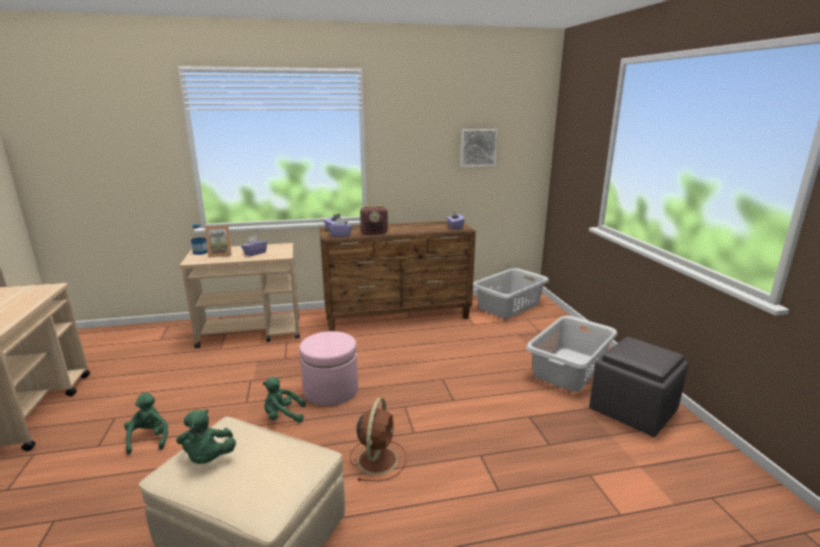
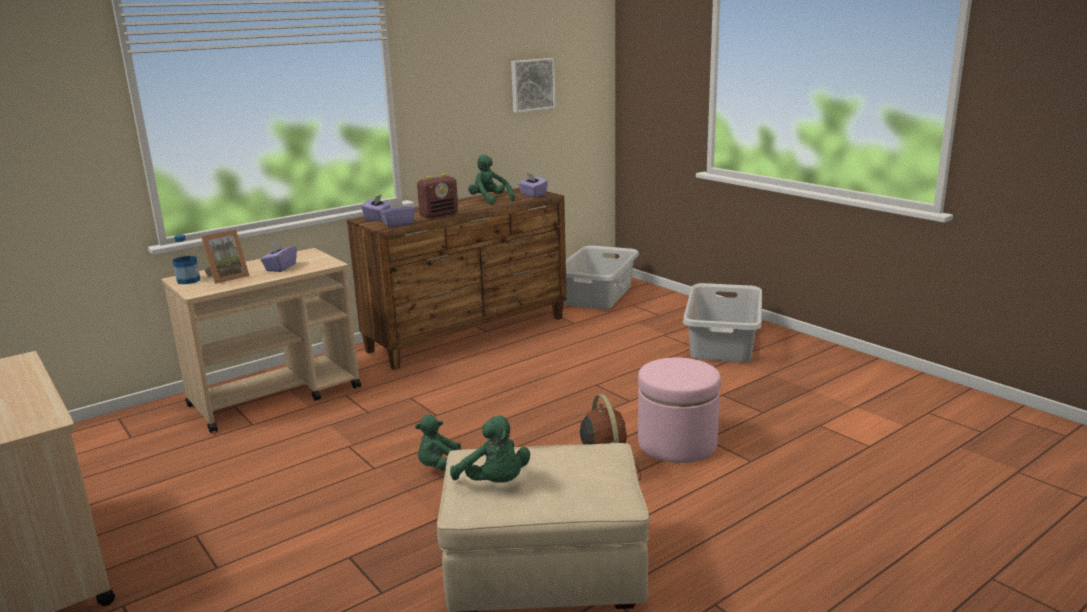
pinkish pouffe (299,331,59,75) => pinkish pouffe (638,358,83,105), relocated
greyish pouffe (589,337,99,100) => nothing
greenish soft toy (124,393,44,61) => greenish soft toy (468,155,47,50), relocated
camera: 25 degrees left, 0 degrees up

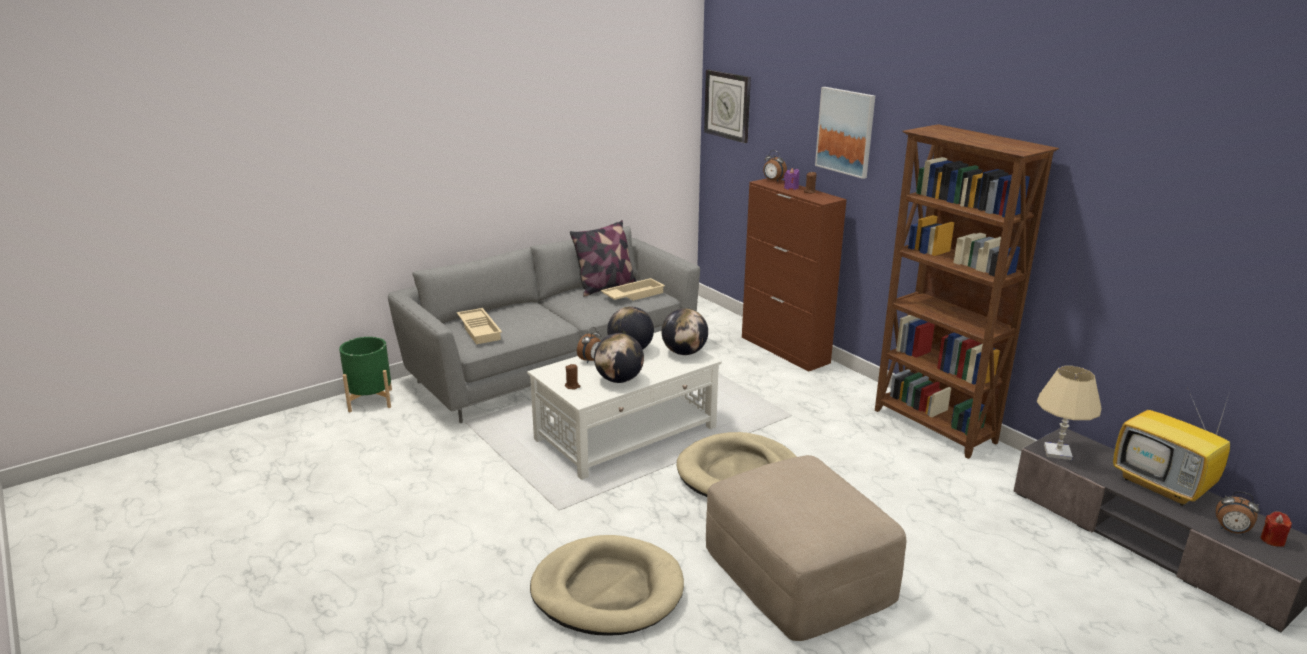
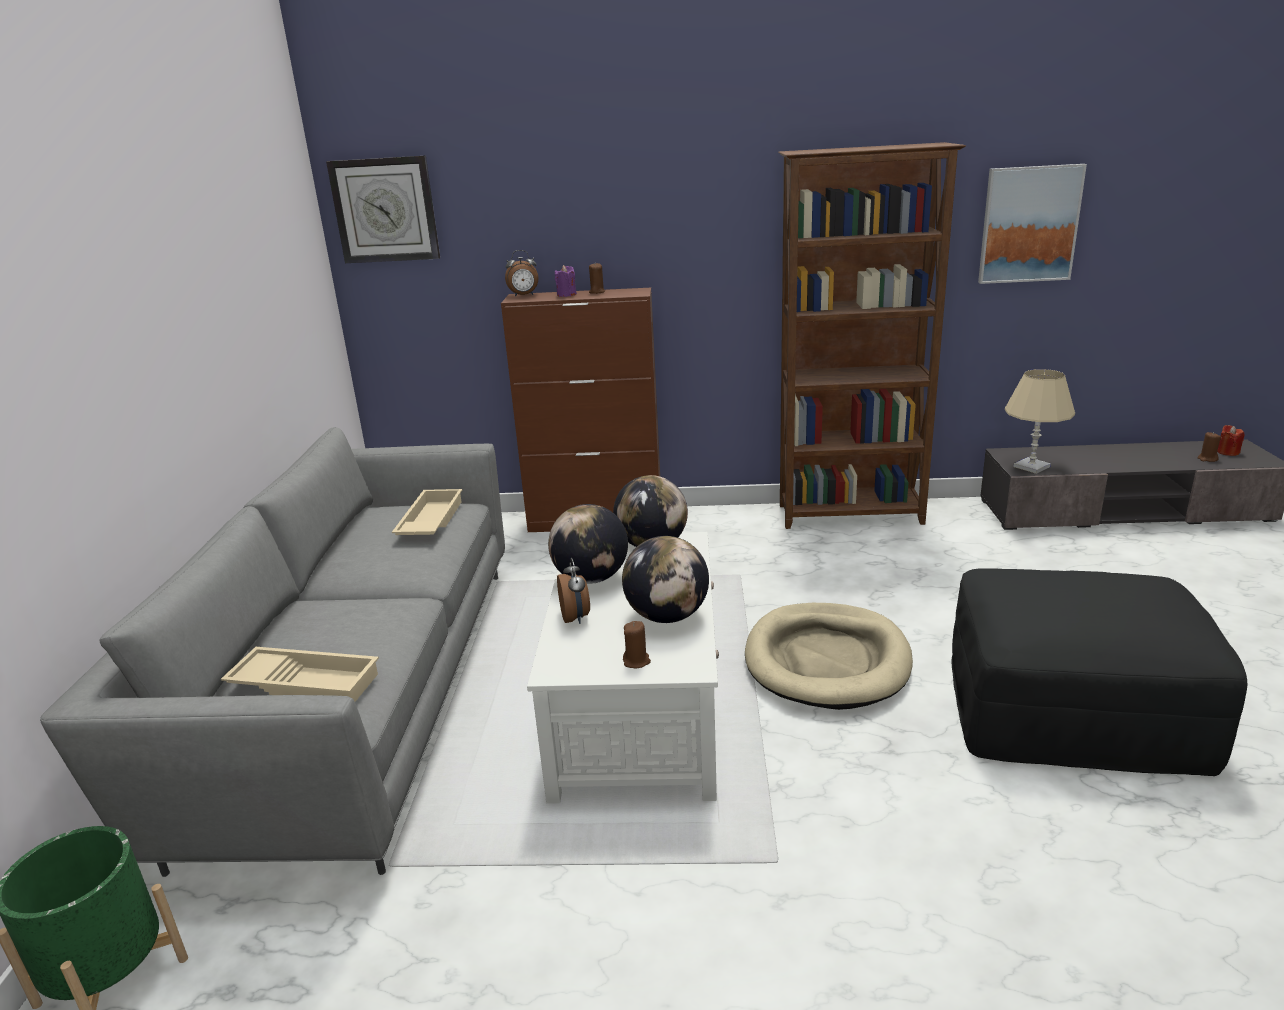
wall art (815,87,60,92) => wall art (978,164,109,120), relocated
cushion (570,220,67,77) => nothing
television (1113,394,117,112) => nothing
beige pouffe (706,455,201,186) => blackish pouffe (952,568,296,208)
alarm clock (1216,491,43,44) => brownish candle (1197,432,24,30)
beige pet bed (530,535,154,100) => nothing
camera: 50 degrees left, 0 degrees up

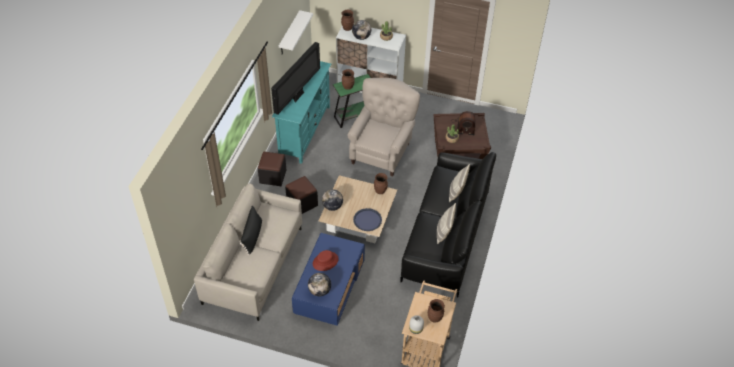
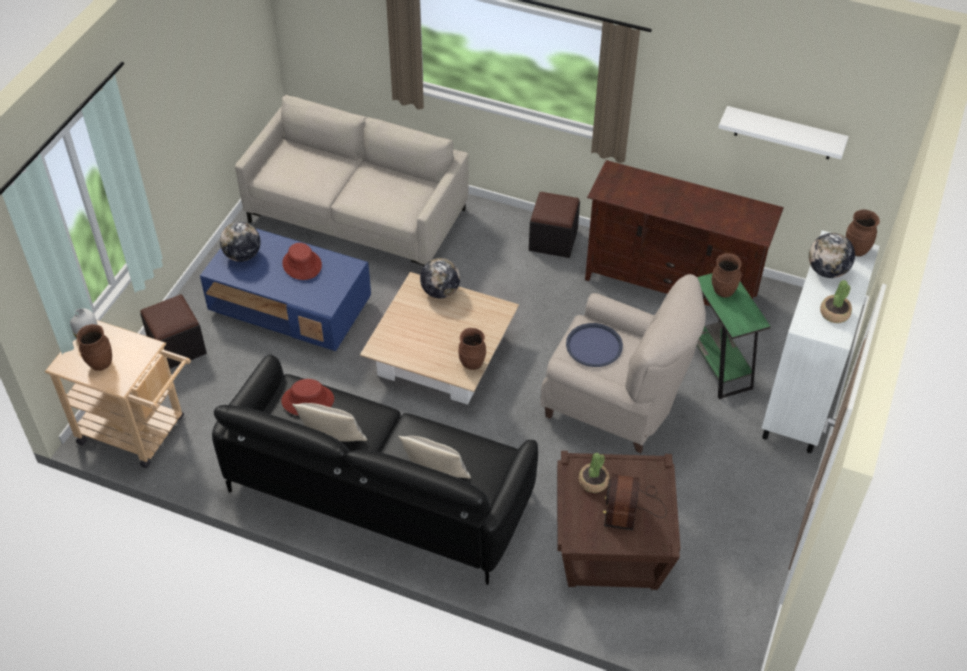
television (271,42,49,73) => nothing
turquoise tv stand (272,61,59,103) => brownish tv stand (585,160,199,146)
blackish pouffe (285,176,33,38) => blackish pouffe (140,295,67,73), relocated
blackish cushion (240,206,22,50) => nothing
blue-coloured serving tray (353,208,29,23) => blue-coloured serving tray (566,323,57,44), relocated
nothing => reddish hat (281,379,53,37)
camera: 95 degrees right, 0 degrees up

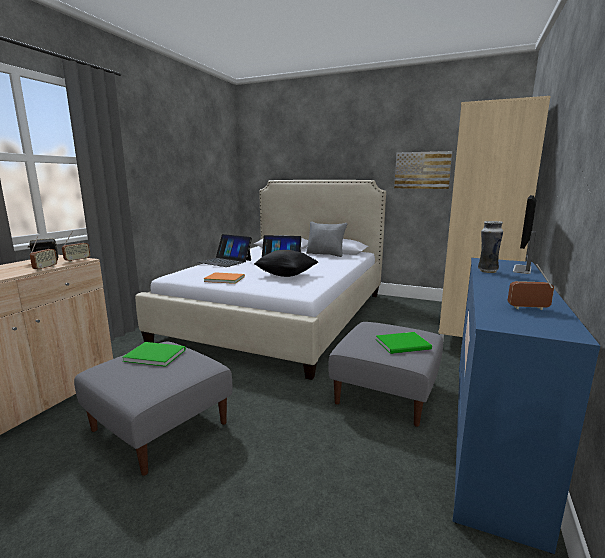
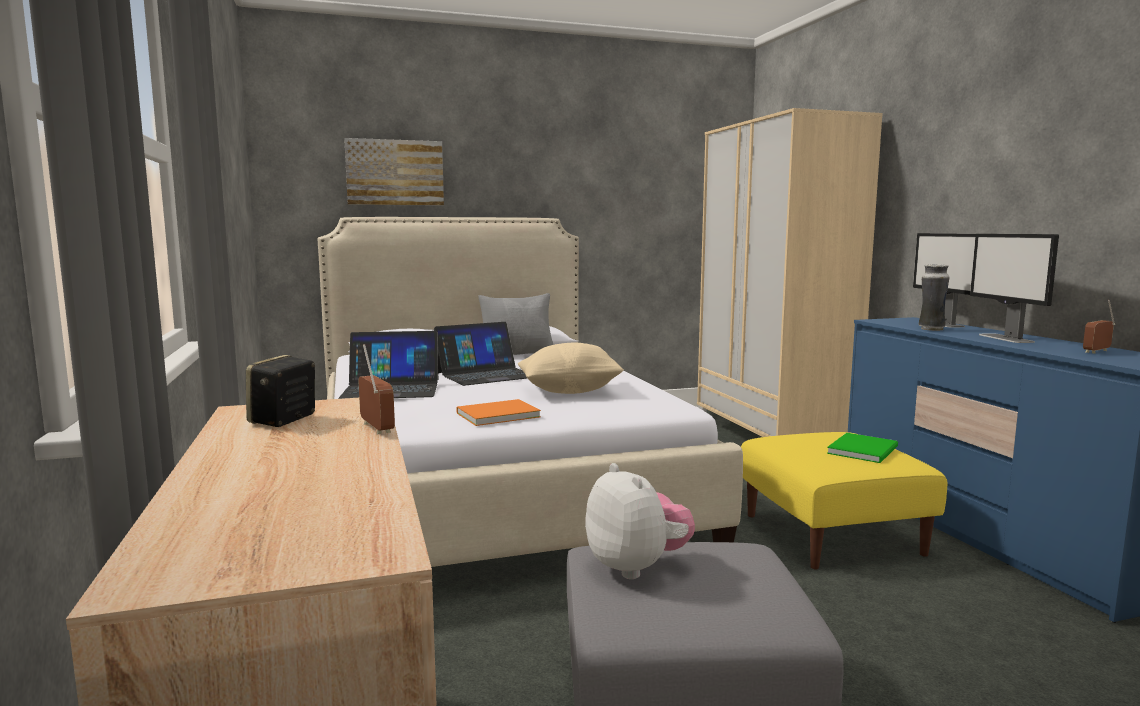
wall art (394,151,58,38) => wall art (344,138,100,68), relocated
radio (62,231,28,31) => nothing
blackish cushion (254,250,64,27) => beige cushion (518,343,106,51)
greyish pouffe (329,322,114,105) => yellow-coloured pouffe (741,432,206,137)
greenish bound book (123,342,63,25) => soft toy (585,463,110,116)
nothing => computer display (970,234,89,109)
camera: 40 degrees left, 5 degrees down

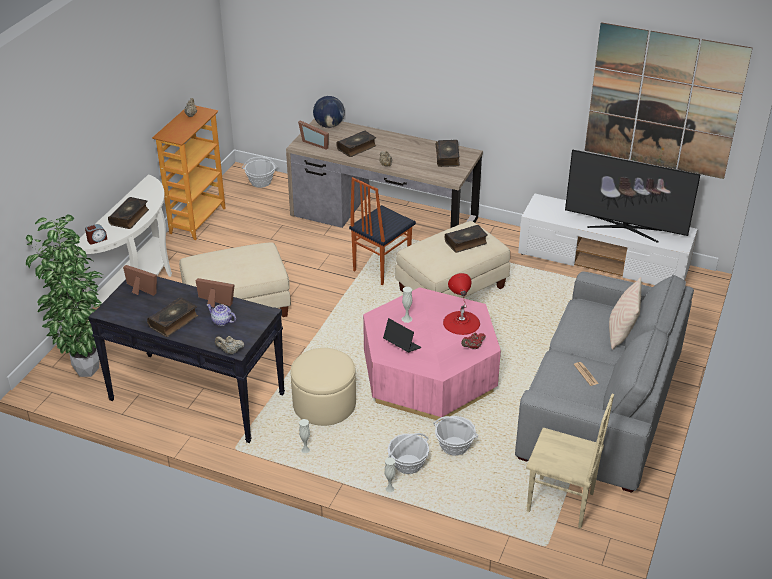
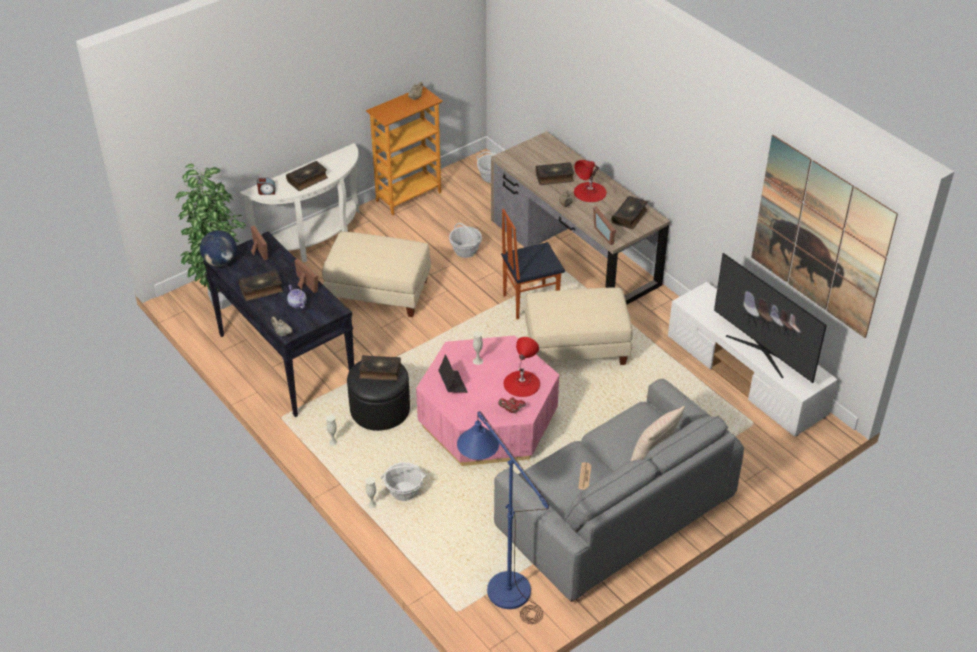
globe (313,96,32,32) => globe (200,230,37,37), relocated
standing frame (298,120,31,30) => standing frame (593,206,23,39), relocated
bound book (445,225,43,28) => bound book (359,355,42,26), relocated
beige pouffe (290,348,66,78) => blackish pouffe (347,356,63,75)
beige chair (526,394,88,134) => blue-coloured standard lamp (457,411,92,213)
basket (434,416,44,40) => basket (449,223,33,35), relocated
nothing => reddish table lamp (574,160,33,42)
camera: 30 degrees right, 5 degrees up

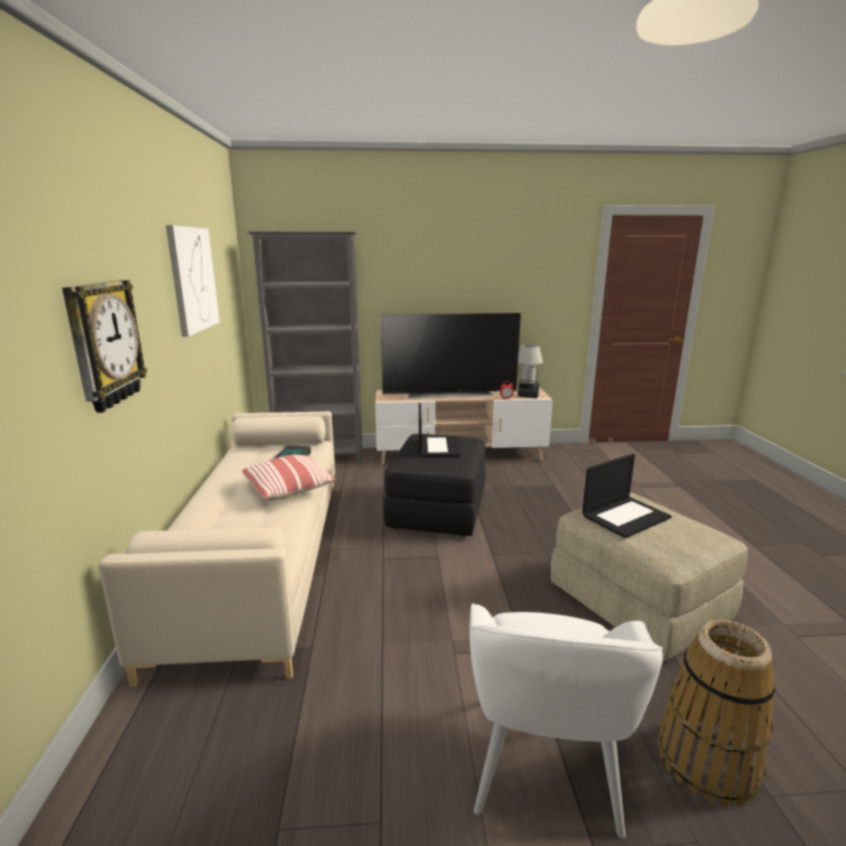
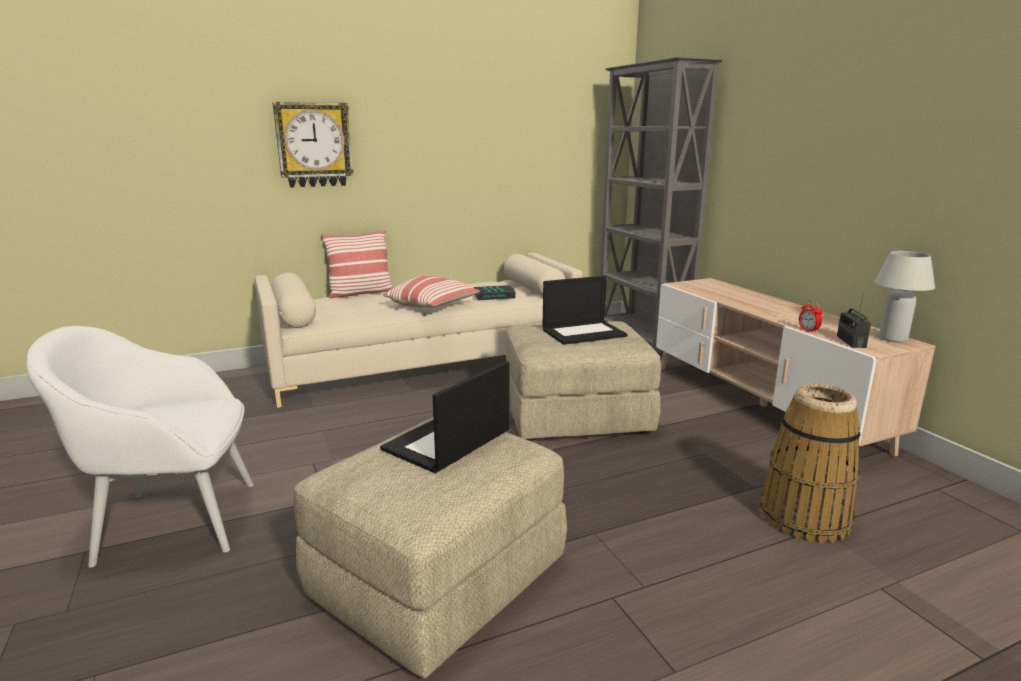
wall art (166,225,54,112) => nothing
television (381,313,140,85) => nothing
blackish pouffe (383,434,102,103) => beige pouffe (506,321,155,120)
portable computer (582,454,90,84) => portable computer (380,361,130,112), 90 degrees clockwise
basket (658,620,117,186) => basket (760,384,101,159), relocated
nothing => cushion (321,230,73,68)
camera: 70 degrees right, 0 degrees up

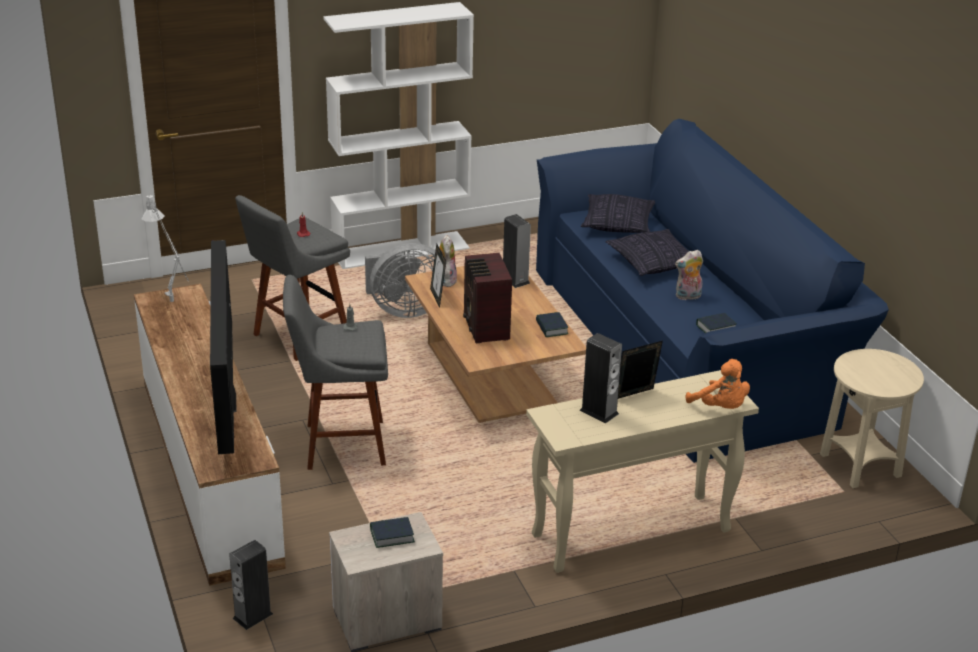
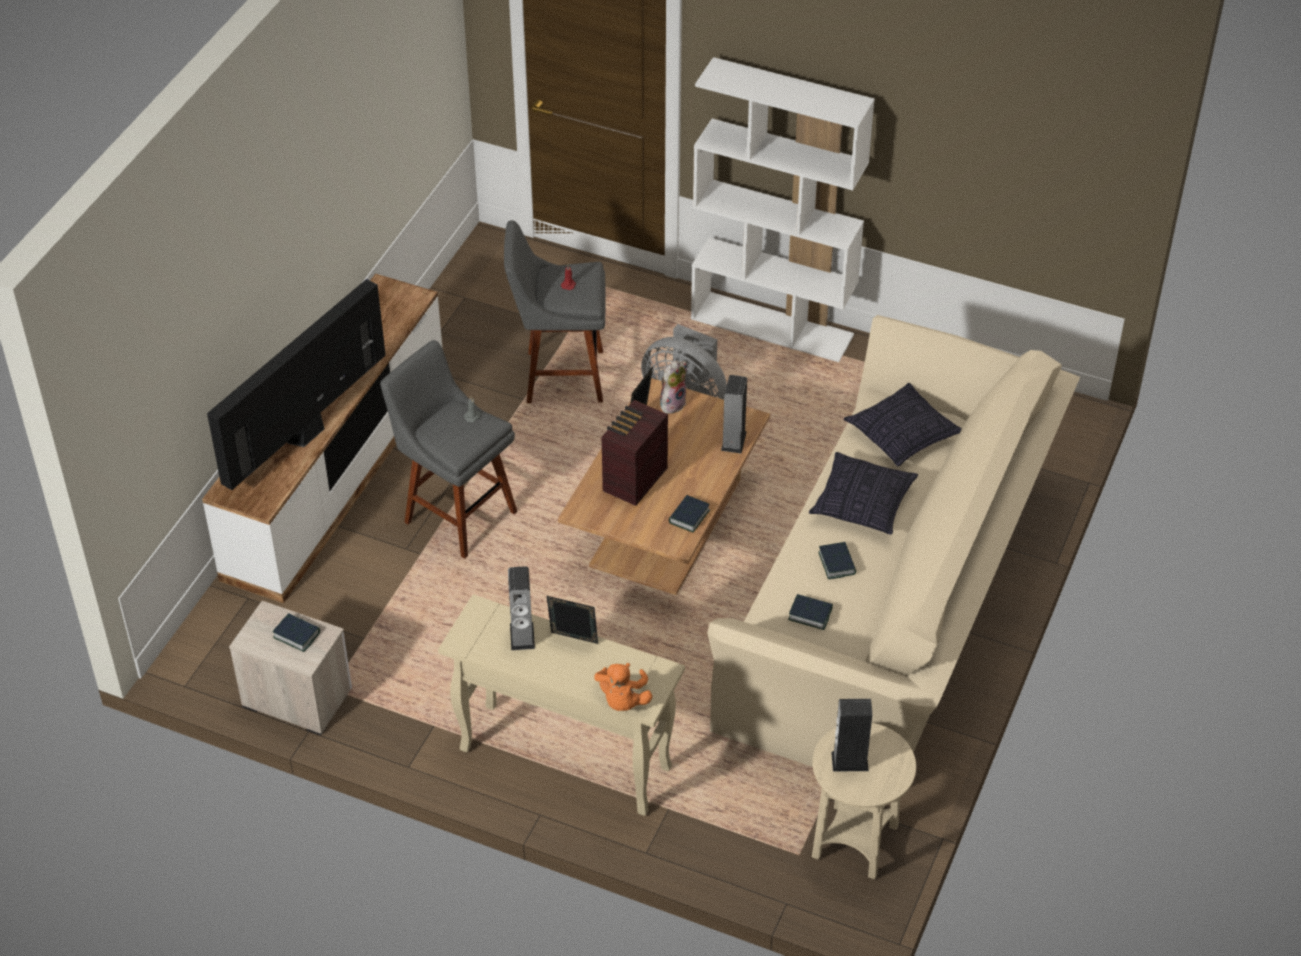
blue-coloured couch (536,119,353,344) => beige couch (707,315,373,452)
greyish table lamp (141,194,48,108) => nothing
soft toy (675,250,28,51) => bound book (818,542,38,37)
speaker (229,540,44,90) => speaker (831,699,41,73), relocated
camera: 45 degrees right, 15 degrees up

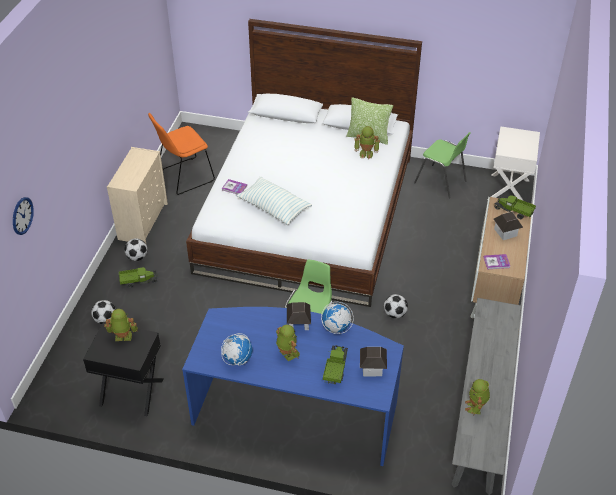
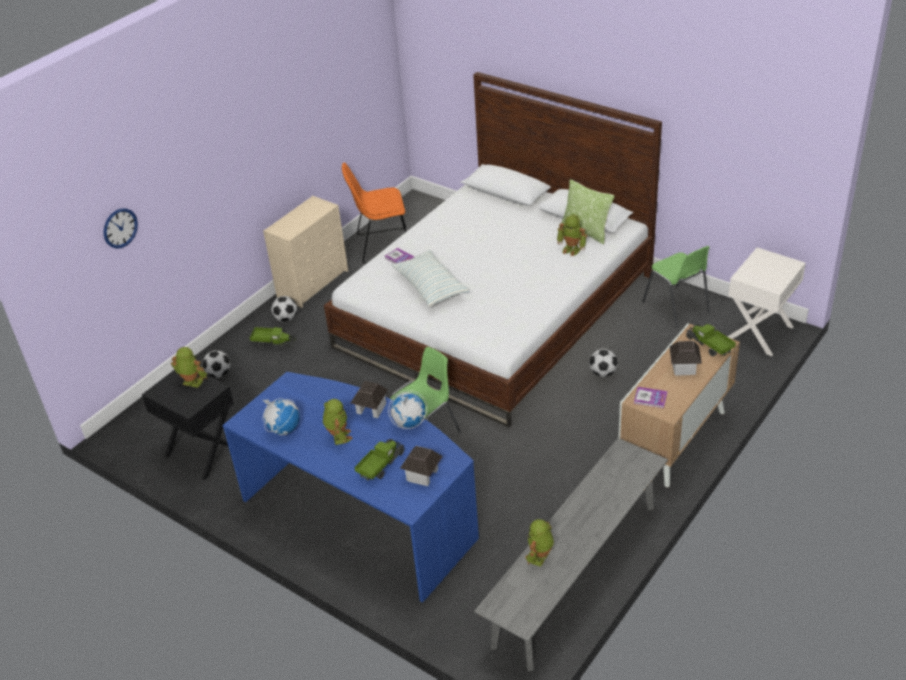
football (384,294,24,24) => football (589,349,29,28), relocated
camera: 25 degrees right, 5 degrees down

